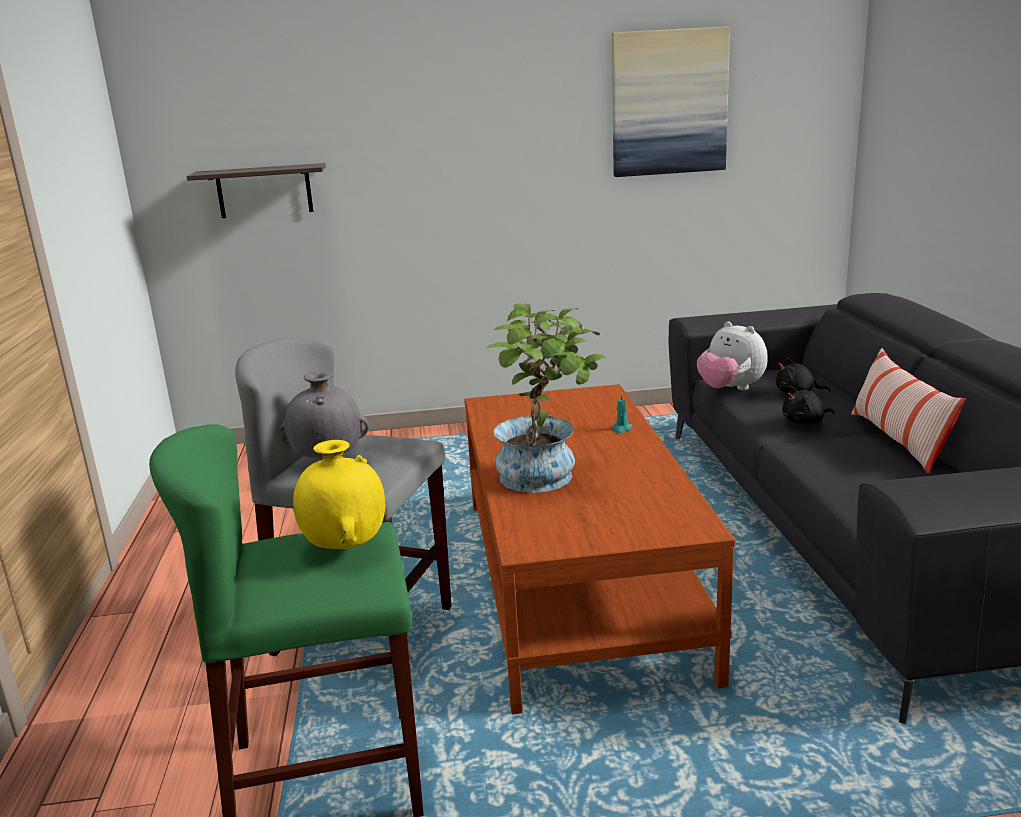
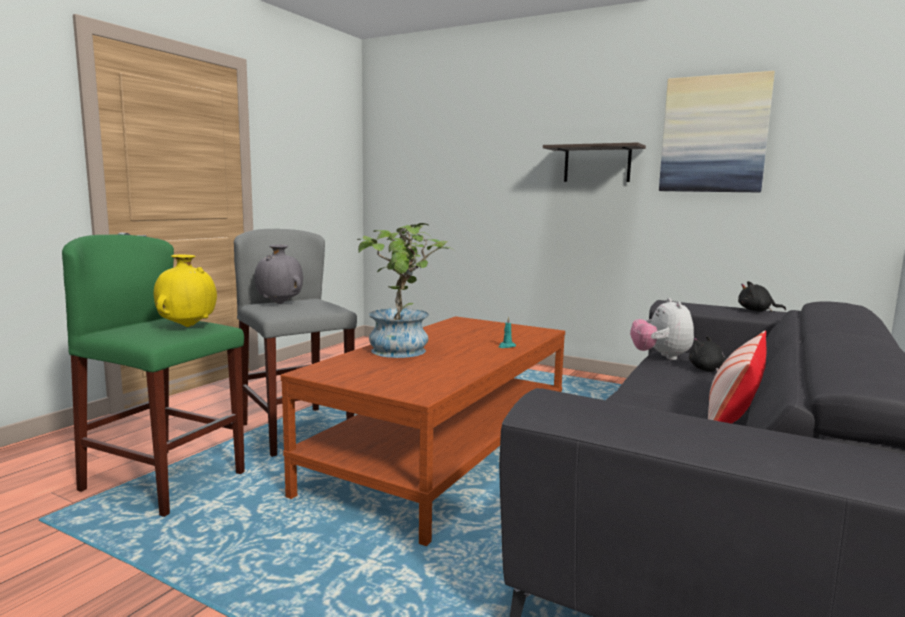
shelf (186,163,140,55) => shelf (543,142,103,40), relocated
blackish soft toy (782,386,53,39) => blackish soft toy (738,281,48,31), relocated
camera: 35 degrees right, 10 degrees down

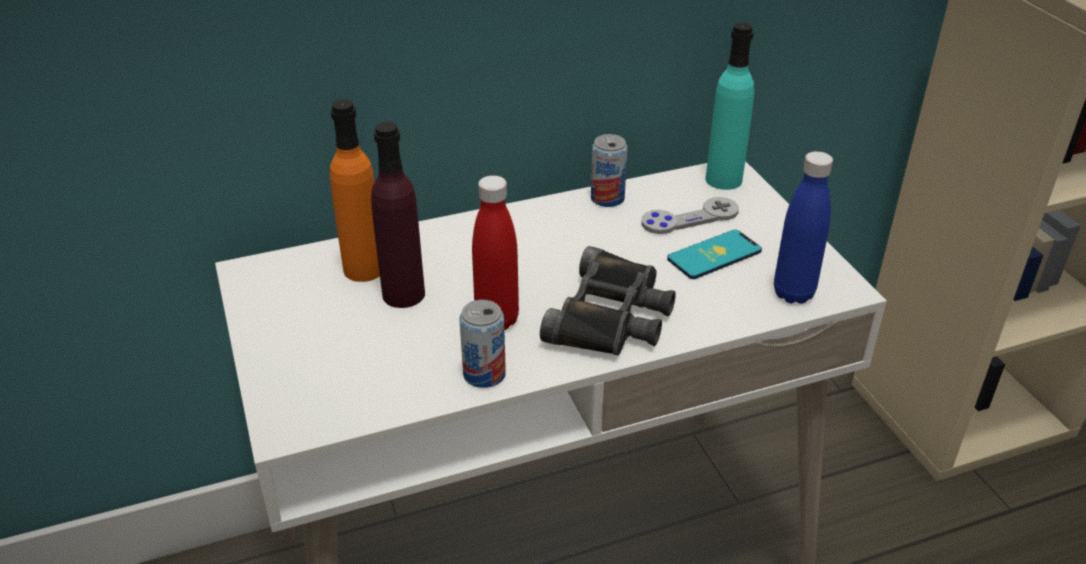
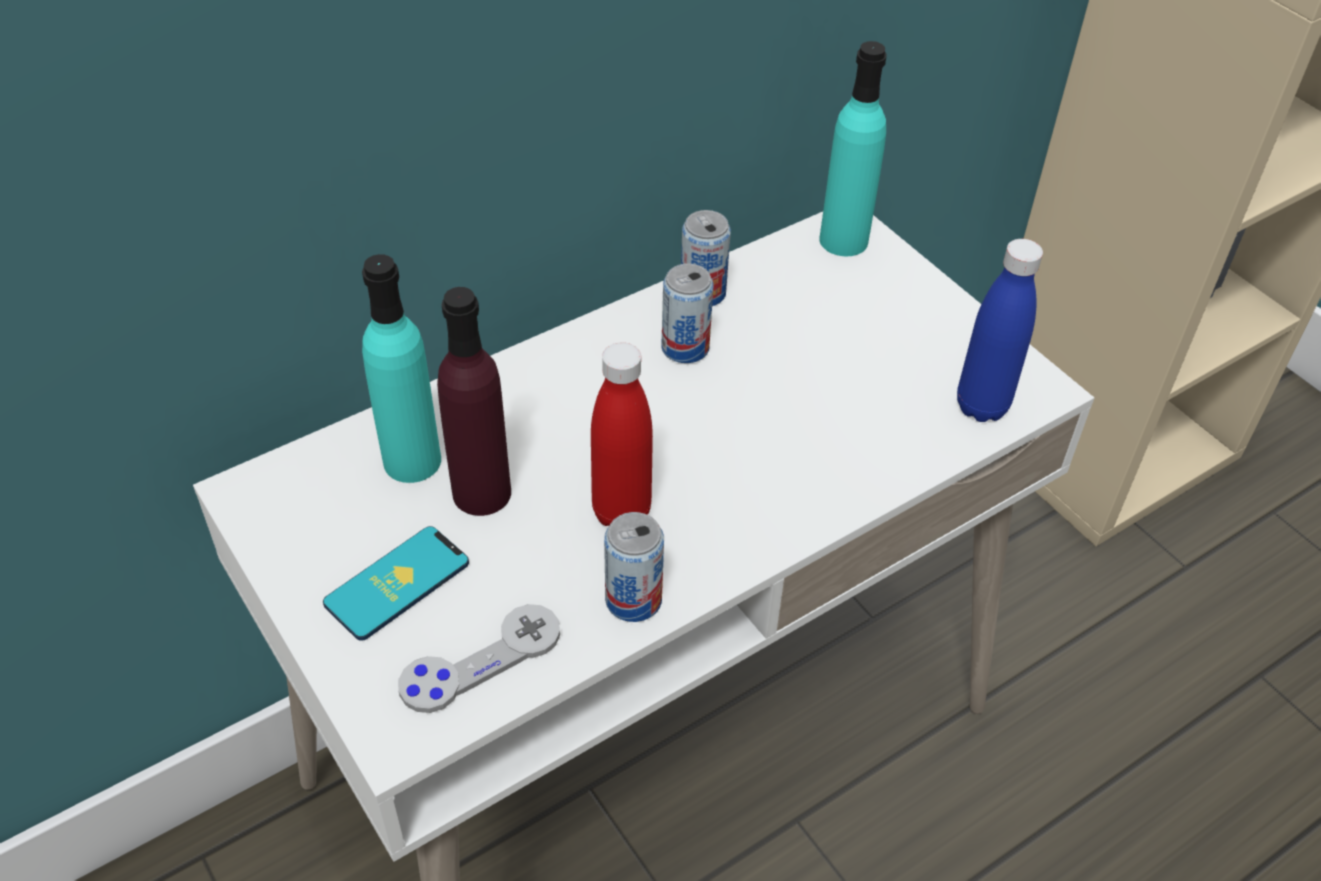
orange-coloured drink bottle (330,99,50,183) => turquoise drink bottle (362,254,79,229)
greyish game controller (641,197,98,37) => greyish game controller (398,604,162,109), relocated
handset (667,230,95,49) => handset (323,526,146,115), relocated
blackish pair of binoculars (540,246,136,110) => nothing
nothing => can (661,263,53,100)
camera: 15 degrees left, 10 degrees up

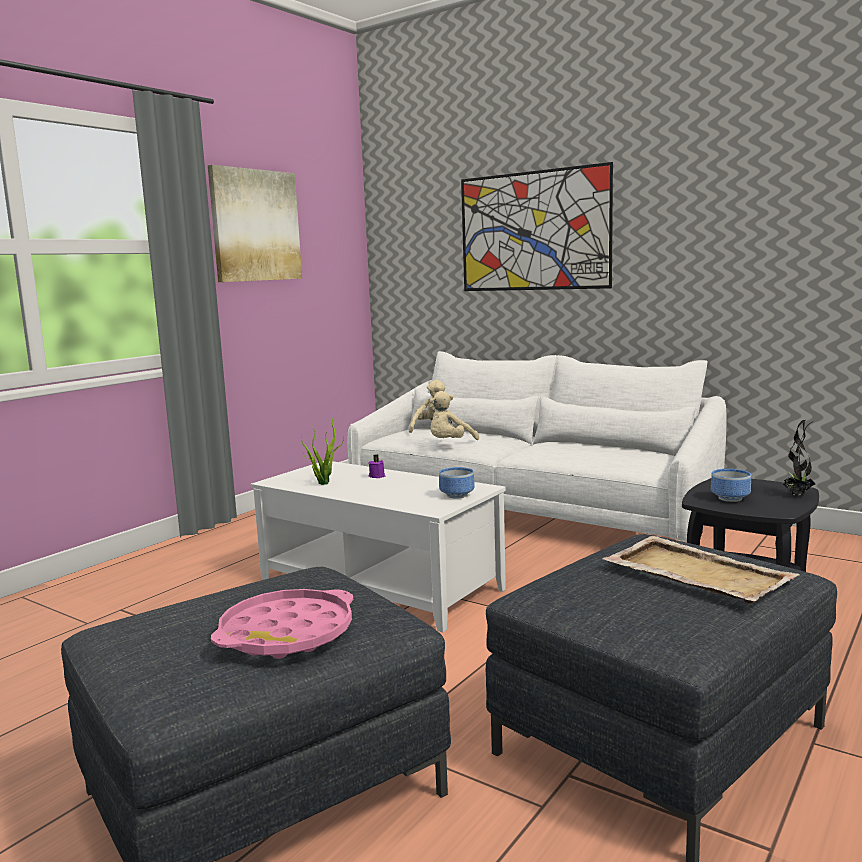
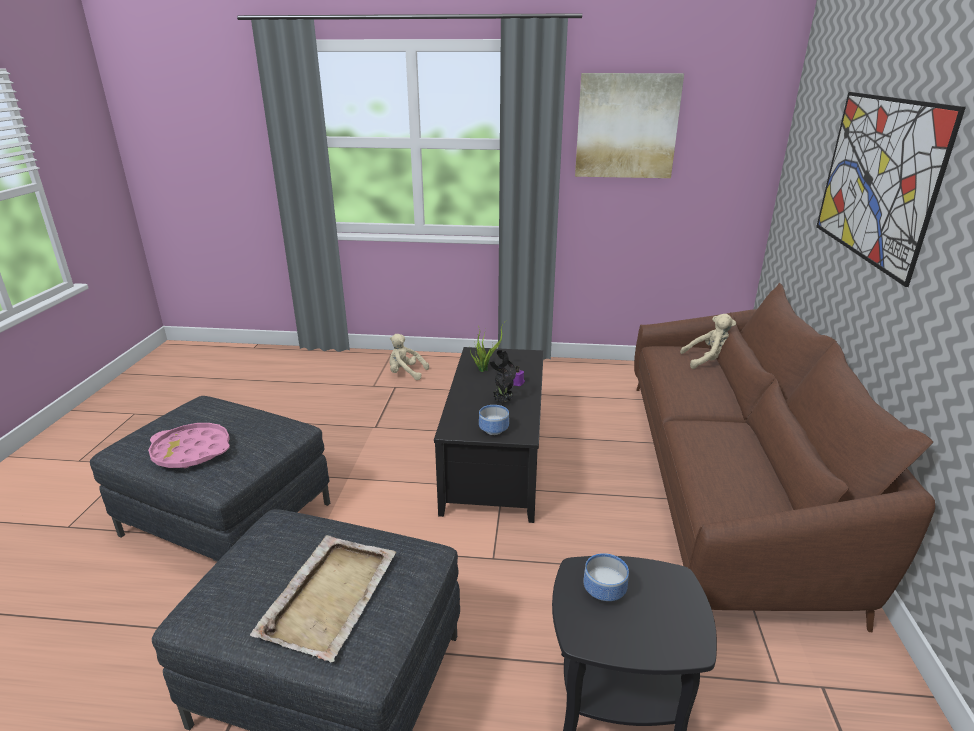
white couch (347,351,379,192) => brownish couch (634,283,301,349)
beige soft toy (430,391,49,49) => beige soft toy (389,334,40,46), relocated
potted plant (783,420,32,76) => potted plant (490,350,26,54), relocated
white coffee table (251,461,255,172) => blackish coffee table (434,347,110,176)
camera: 60 degrees right, 15 degrees up

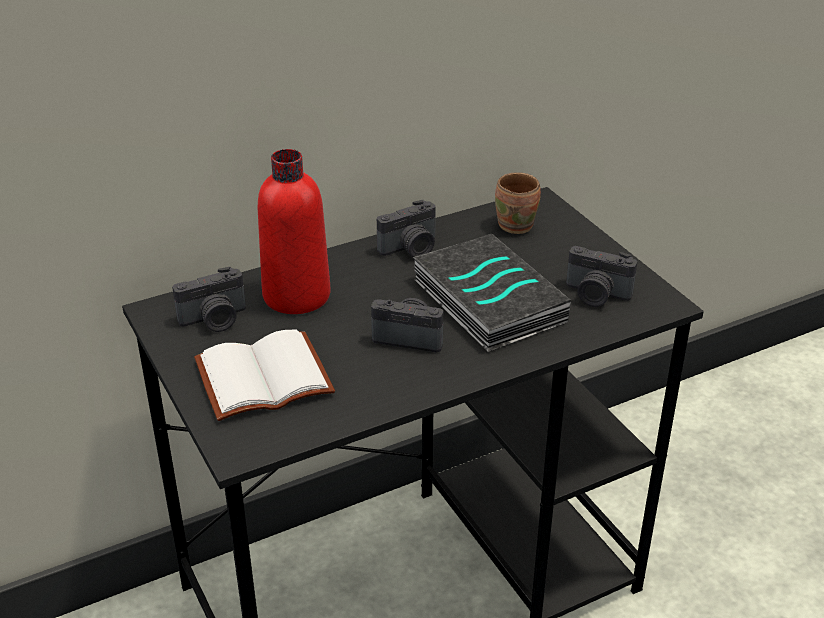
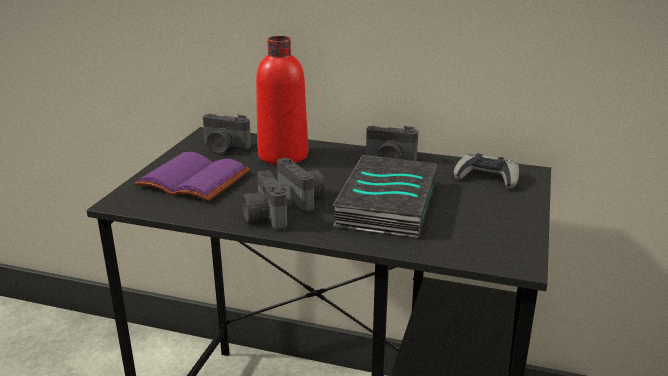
brownish coffee mug (495,172,46,62) => greyish game controller (454,153,65,36)
photo camera (566,246,71,61) => photo camera (242,170,45,60), relocated
white bound book (194,329,141,92) => purple bound book (134,152,116,49)
camera: 45 degrees right, 10 degrees down

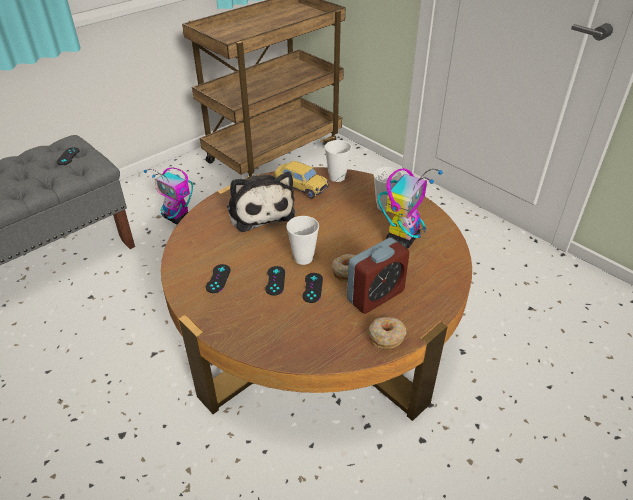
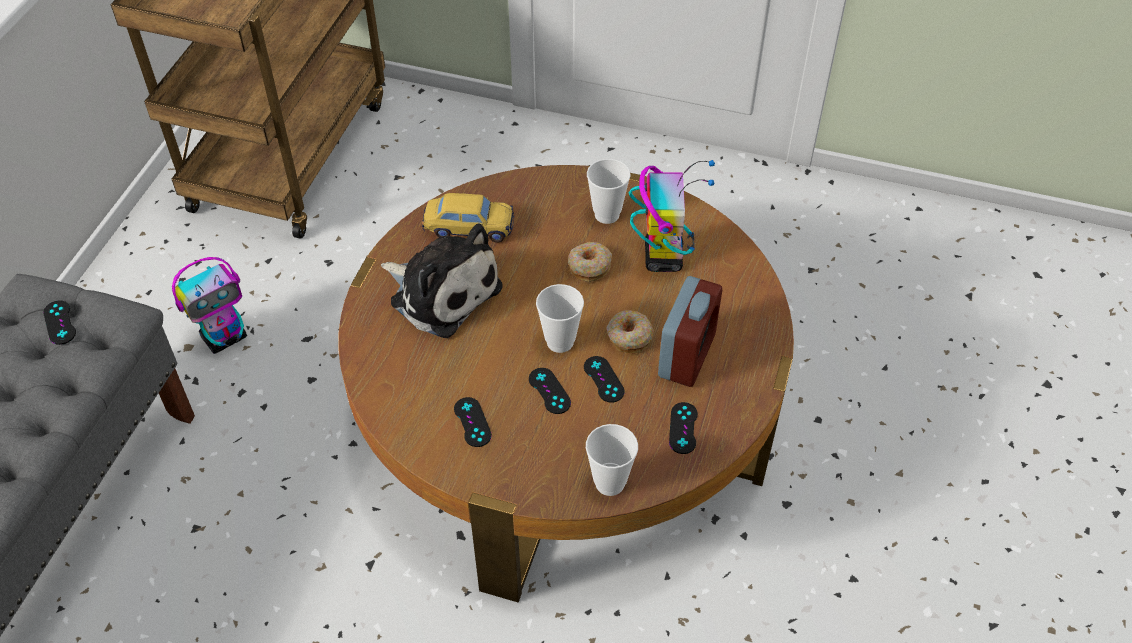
drinking cup (325,140,27,42) => drinking cup (586,424,52,72), relocated
robot figure (144,168,49,56) => robot figure (172,257,75,97), 45 degrees counterclockwise
doughnut (368,317,39,32) => doughnut (568,242,44,40), relocated
nothing => blackish game controller (669,402,29,52)
camera: 30 degrees left, 10 degrees up

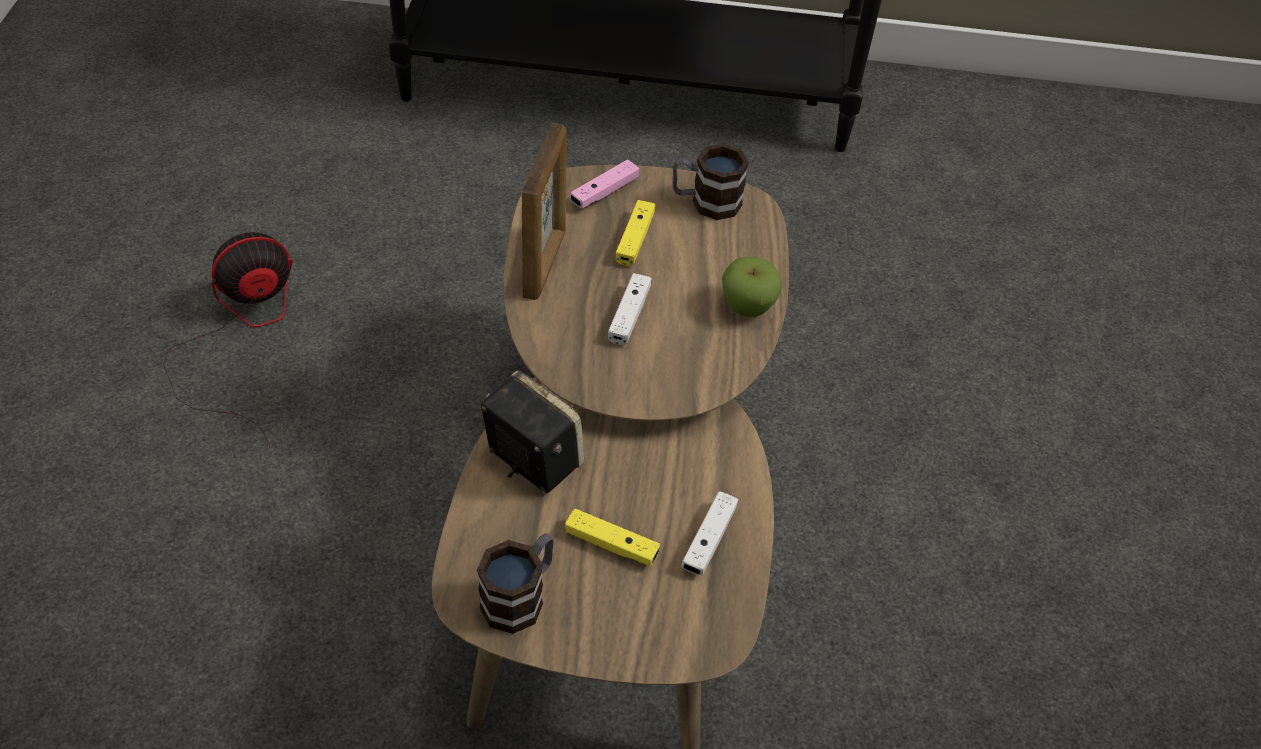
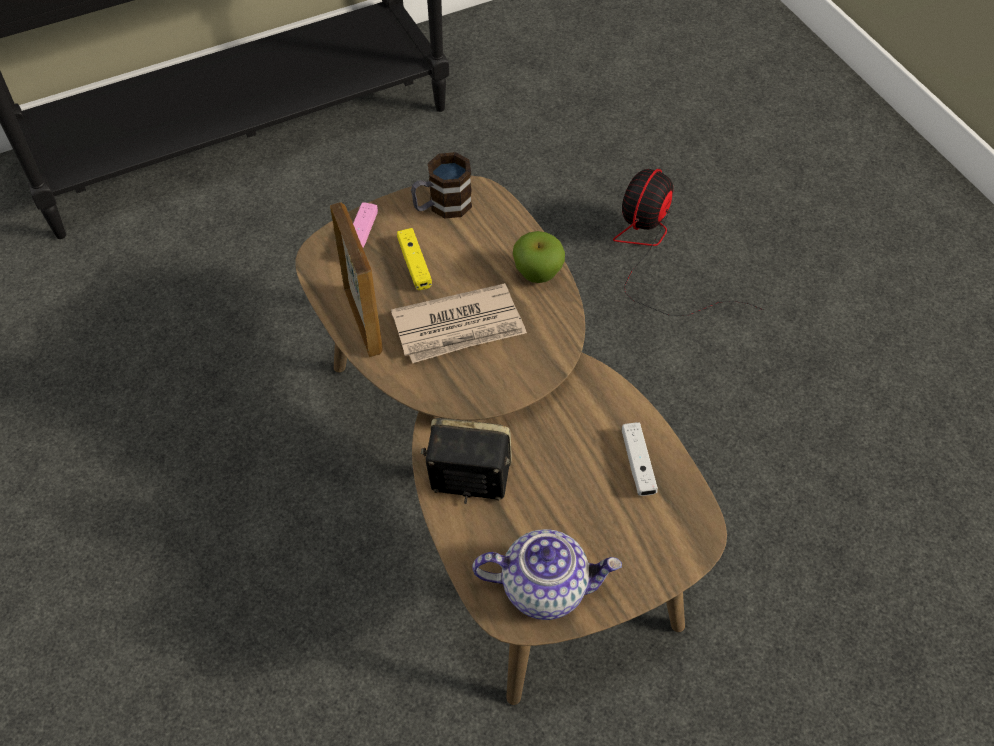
fan (163,232,130,216) => fan (613,169,151,147), relocated
white game controller (608,273,43,72) => printed paper (391,283,136,80)
yellow-coloured game controller (565,509,95,57) => nothing
coffee mug (477,533,77,101) => teapot (472,529,150,91)
camera: 30 degrees left, 5 degrees up

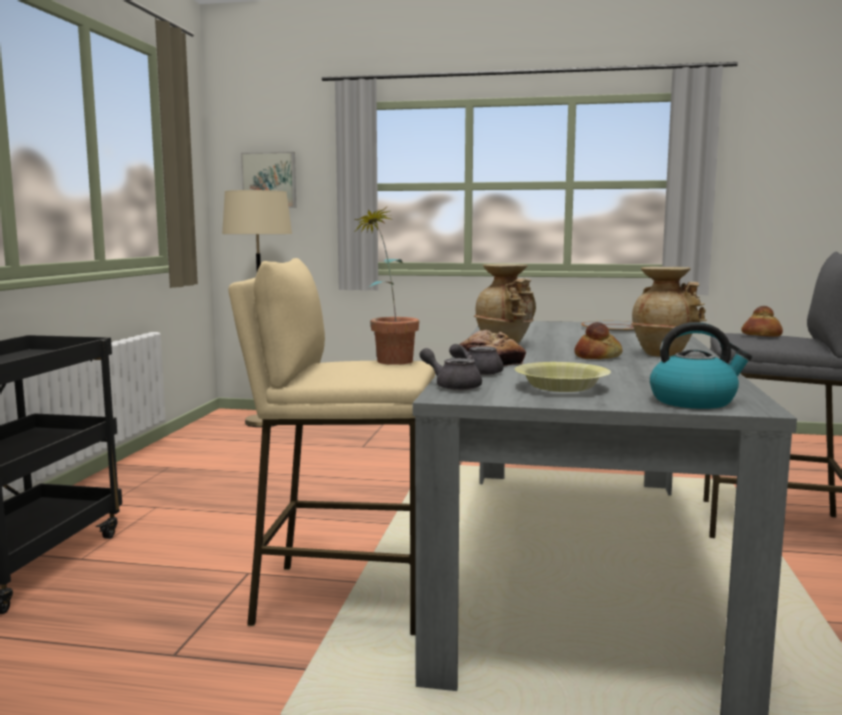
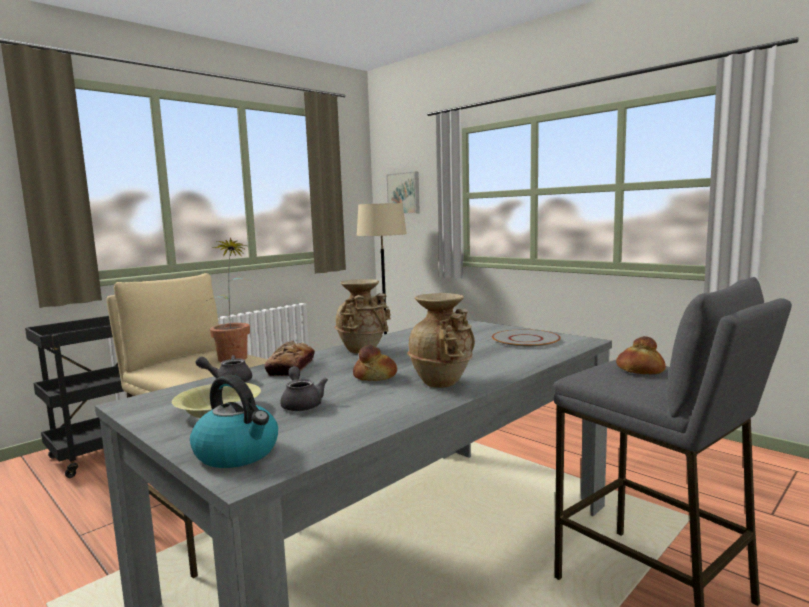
greyish teapot (419,348,63,43) => greyish teapot (280,366,48,45), relocated
camera: 35 degrees right, 0 degrees up

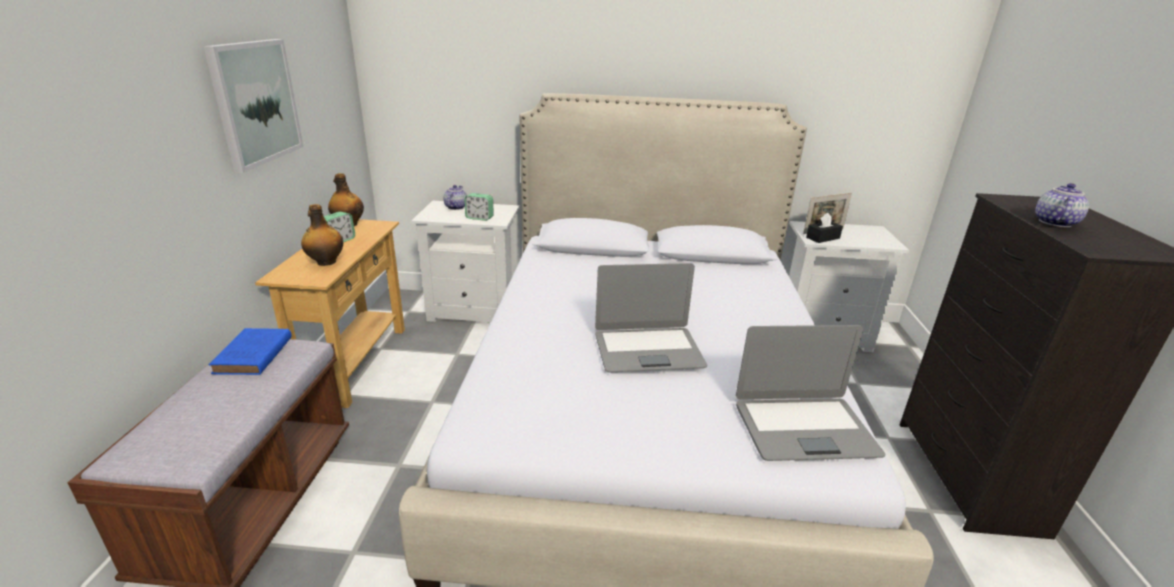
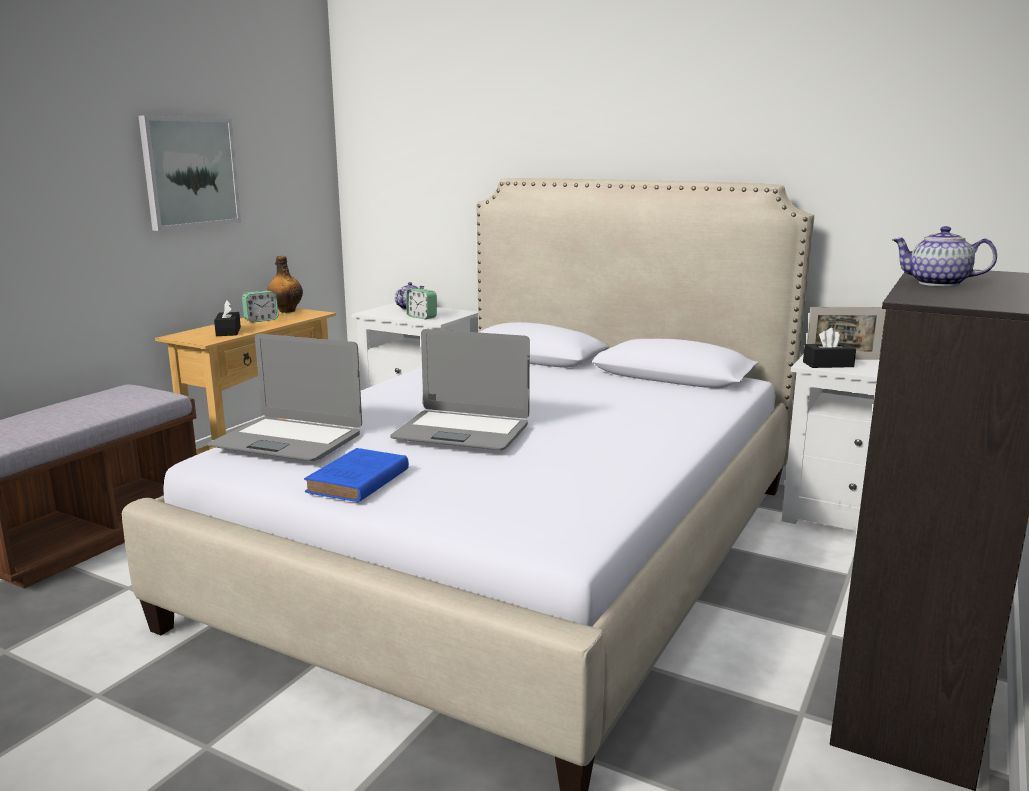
teapot (1035,183,54,44) => teapot (892,226,105,61), 120 degrees counterclockwise
drink bottle (301,204,42,62) => blackish tissue box (214,300,27,36)
portable computer (736,325,149,136) => portable computer (208,334,154,127), relocated
blue-coloured bound book (209,328,83,47) => blue-coloured bound book (304,448,105,54), relocated
camera: 25 degrees right, 10 degrees down

